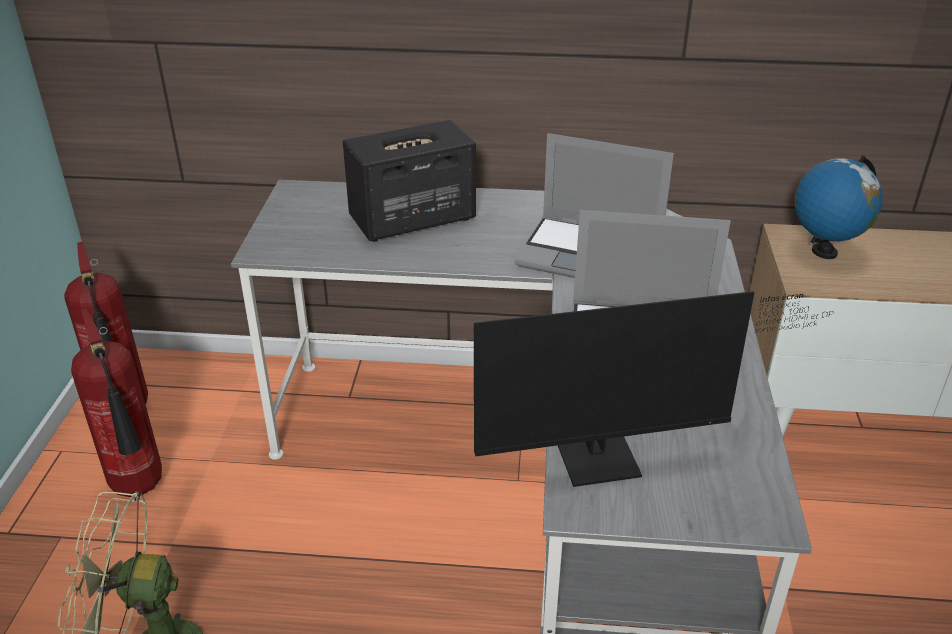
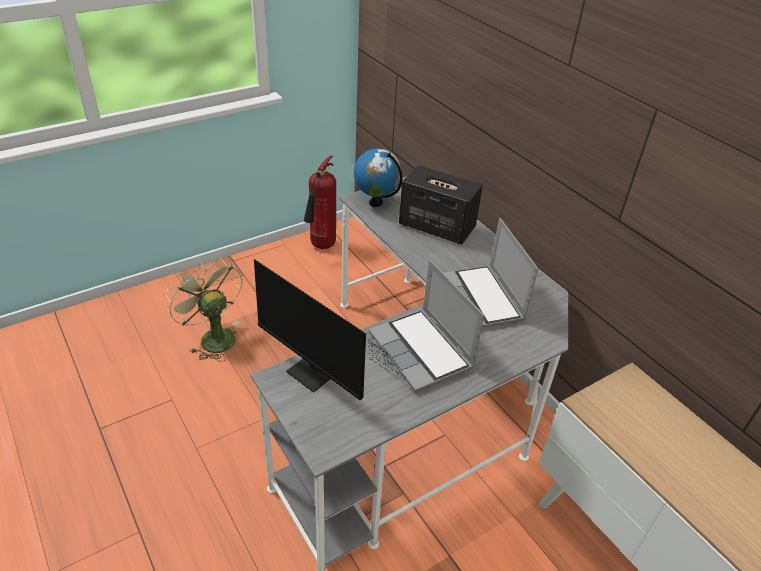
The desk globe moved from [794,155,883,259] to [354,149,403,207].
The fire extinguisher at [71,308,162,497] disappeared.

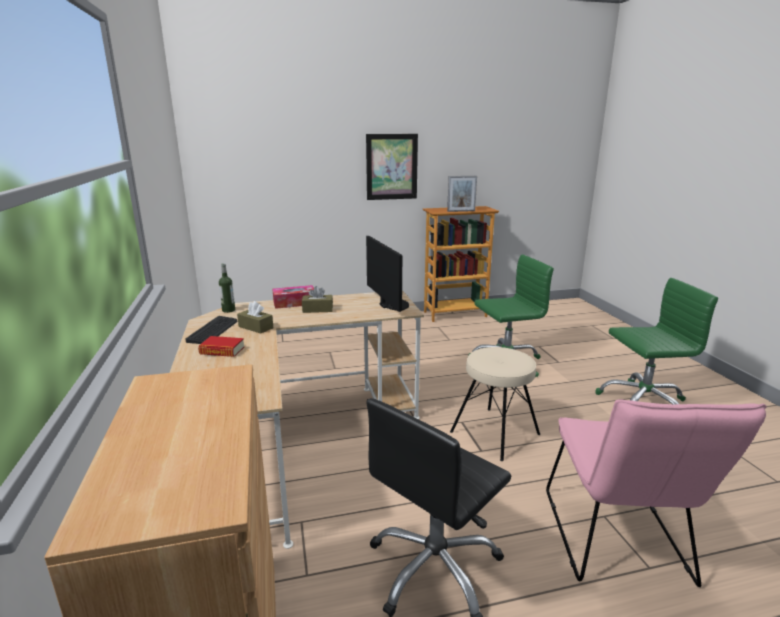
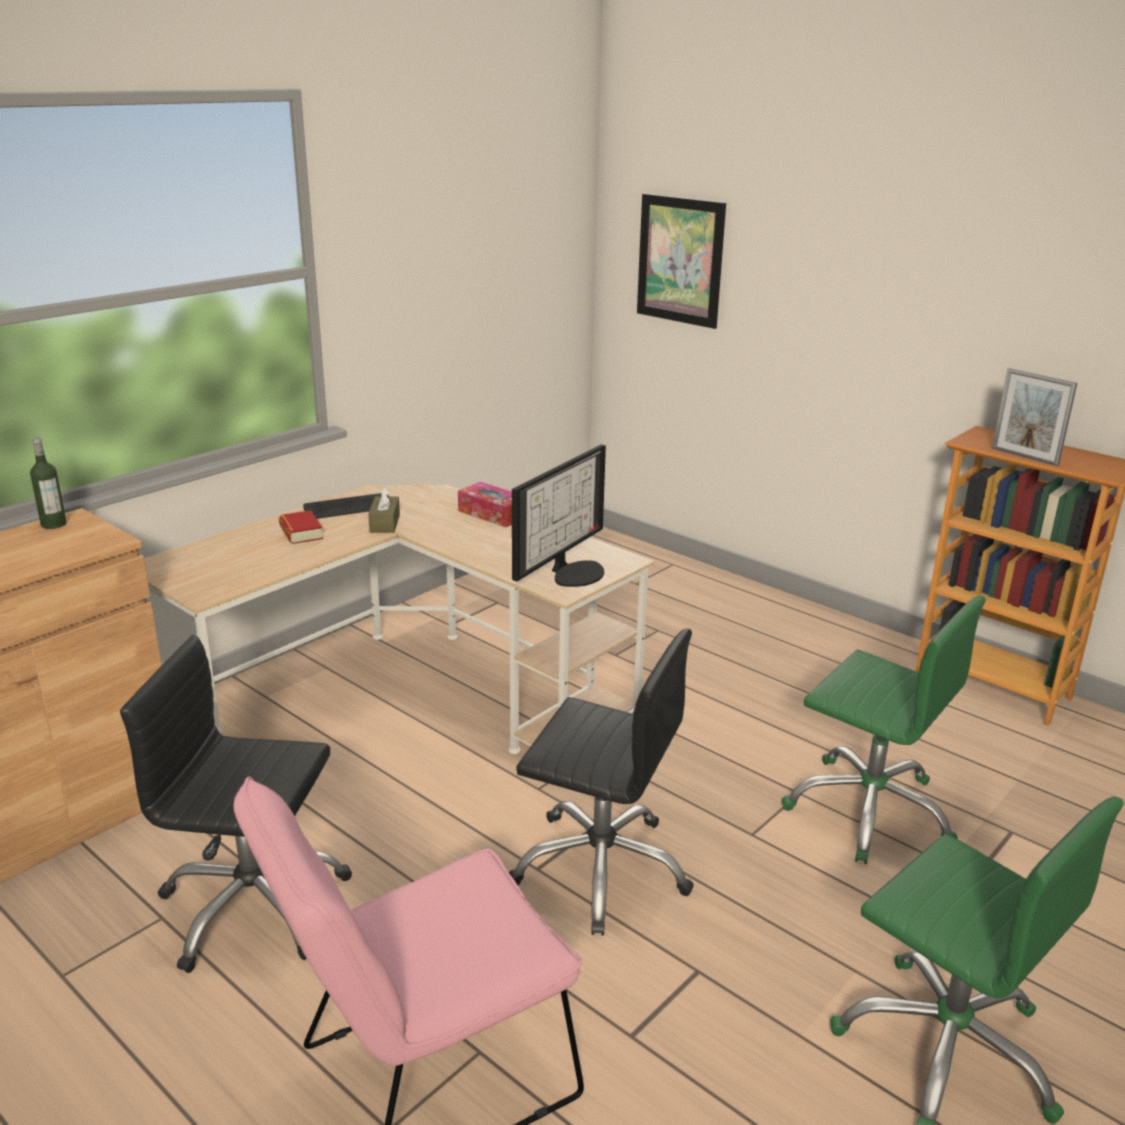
The picture moved from [366,134,418,200] to [637,194,726,329].
The bottle moved from [219,263,235,313] to [30,438,66,529].
The brown tissue holder at [302,286,333,313] disappeared.
The sand-coloured stool seat at [450,347,540,461] was replaced by the blackish office chair at [508,628,694,935].

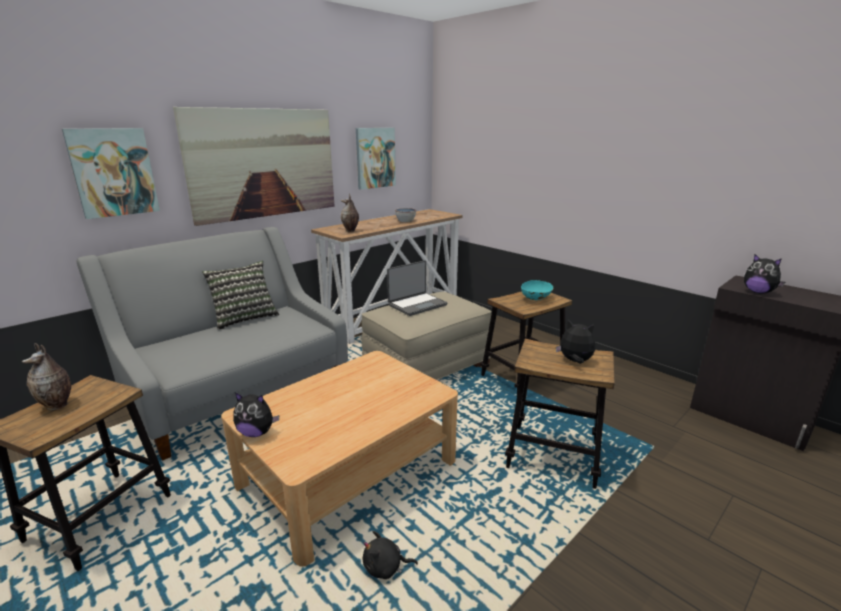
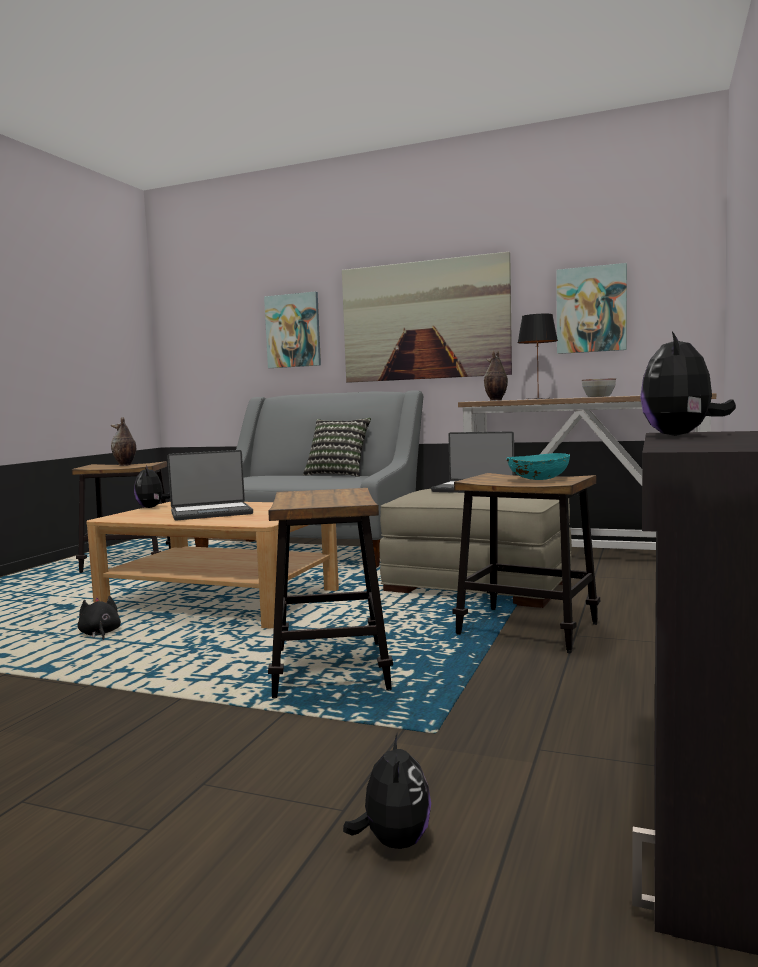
The cuddly toy moved from [556,320,595,364] to [343,732,431,849].
The blackish table lamp at [517,314,558,399] appeared.
The portable computer at [167,450,253,520] appeared.

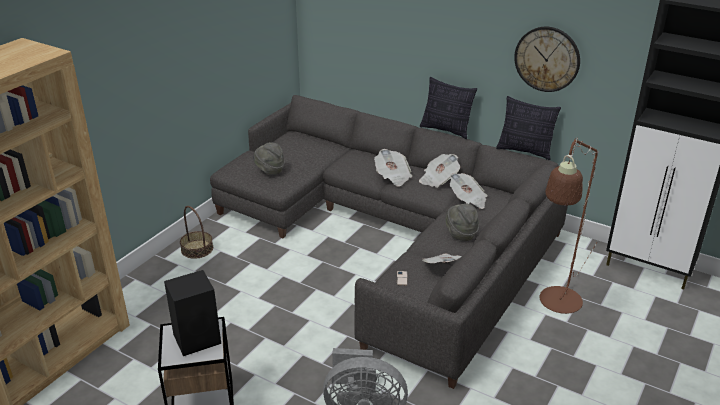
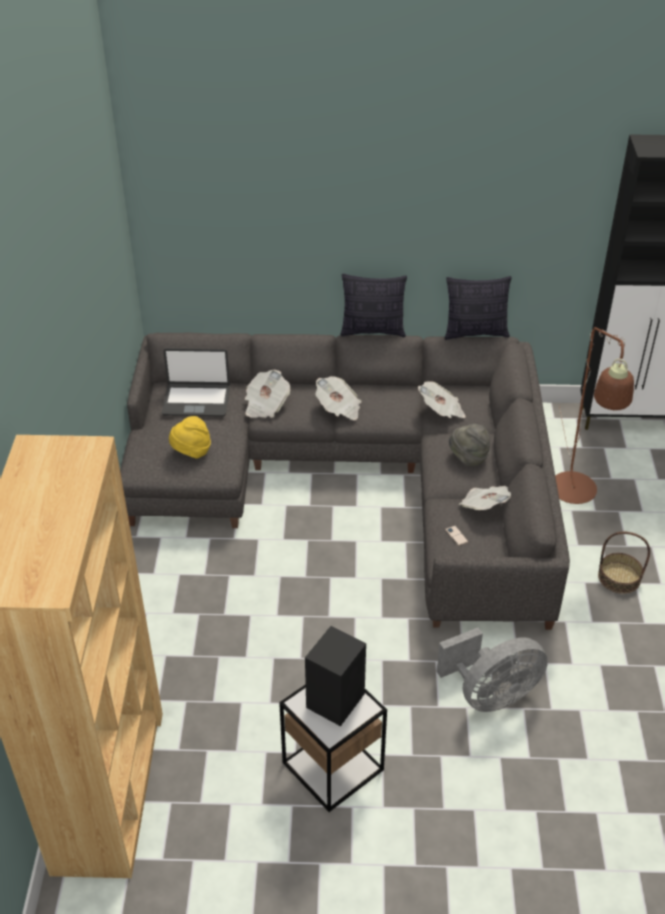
The wall clock at [514,27,580,92] disappeared.
The grey hat at [253,142,285,175] became the yellow hat at [169,416,211,459].
The printed paper moved from [419,154,460,188] to [245,370,290,418].
The storage basket moved from [180,206,213,259] to [598,531,650,594].
The portable computer at [162,348,230,417] appeared.

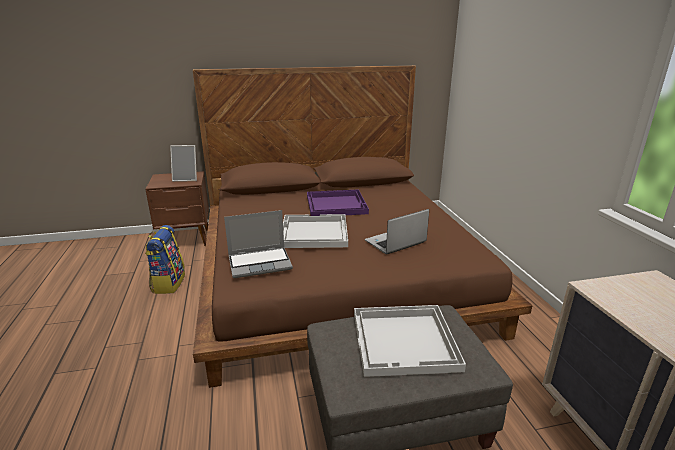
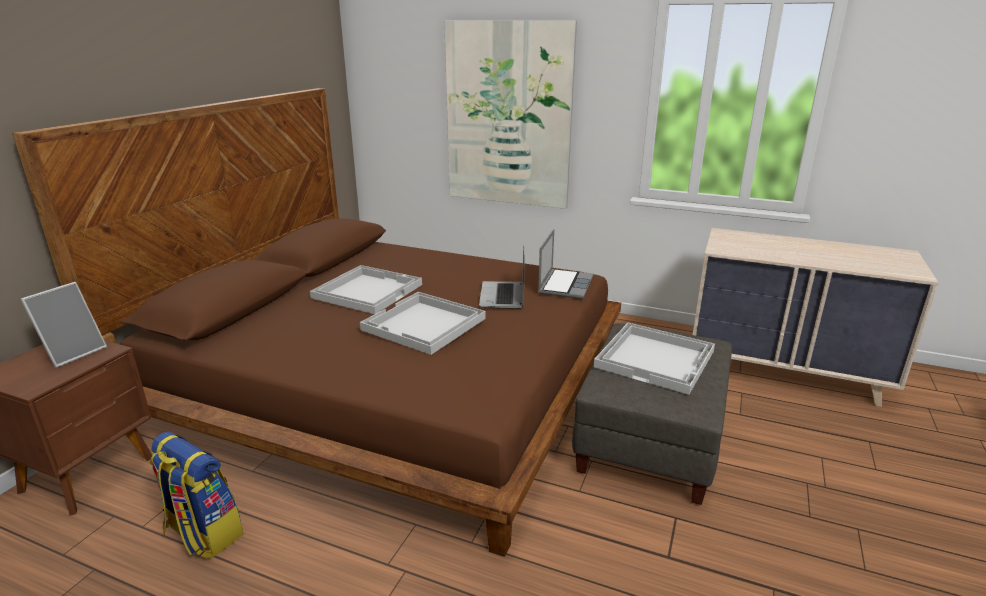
The purple carrying tray at [307,189,369,216] became the white carrying tray at [310,265,422,314].
The portable computer moved from [224,210,293,278] to [538,229,594,299].
The picture at [444,20,577,209] appeared.

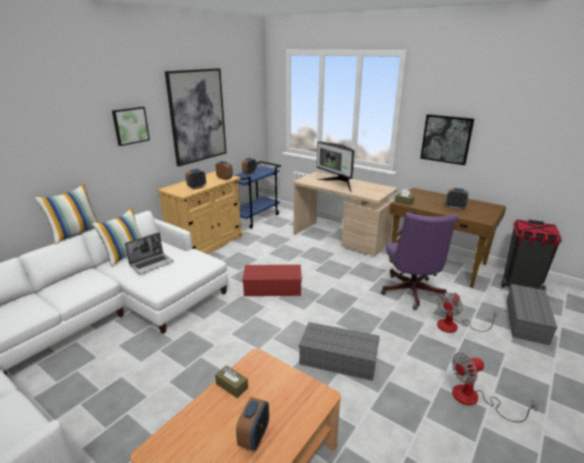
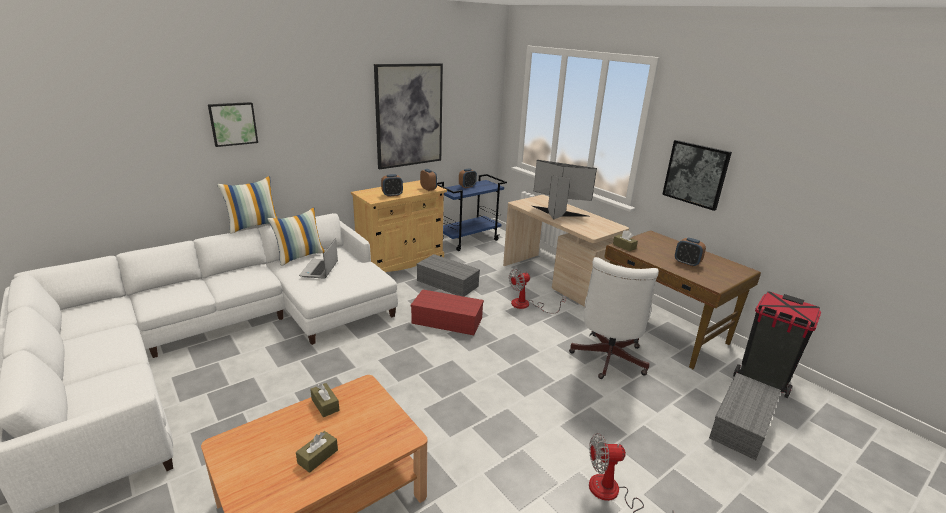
The picture moved from [112,107,150,146] to [208,102,258,147].
The monitor at [317,141,355,193] turned 135 degrees clockwise.
The purple office chair at [381,212,458,310] became the white office chair at [569,257,659,379].
The portable computer at [125,233,174,274] turned 120 degrees clockwise.
The cooling fan moved from [437,293,499,333] to [509,269,566,314].
The grey storage bin moved from [299,322,380,381] to [416,254,480,297].
The bedside clock at [236,397,269,451] was replaced by the brown tissue holder at [296,431,338,473].

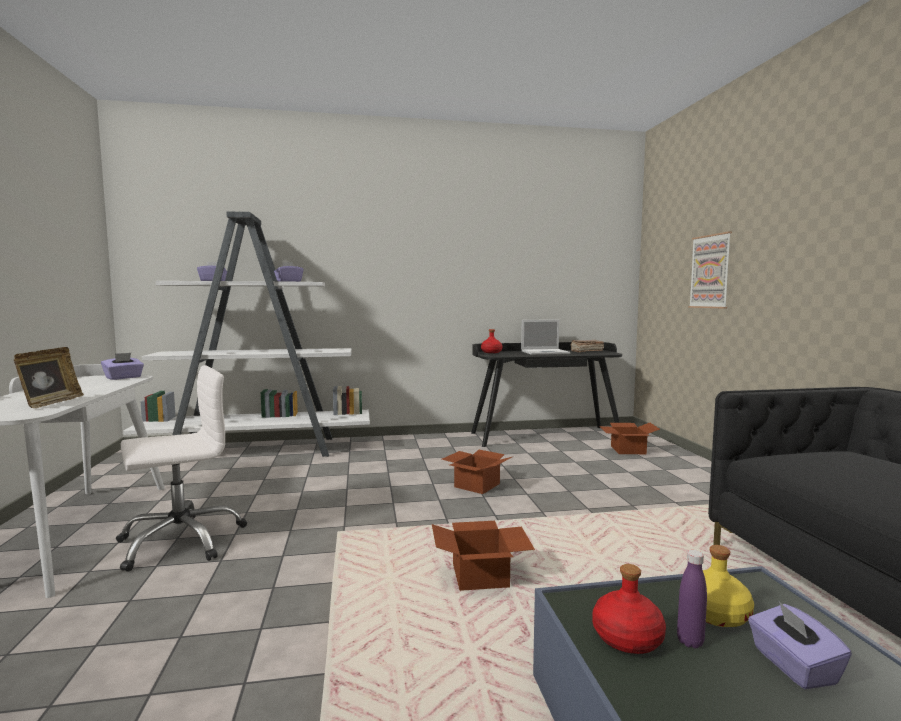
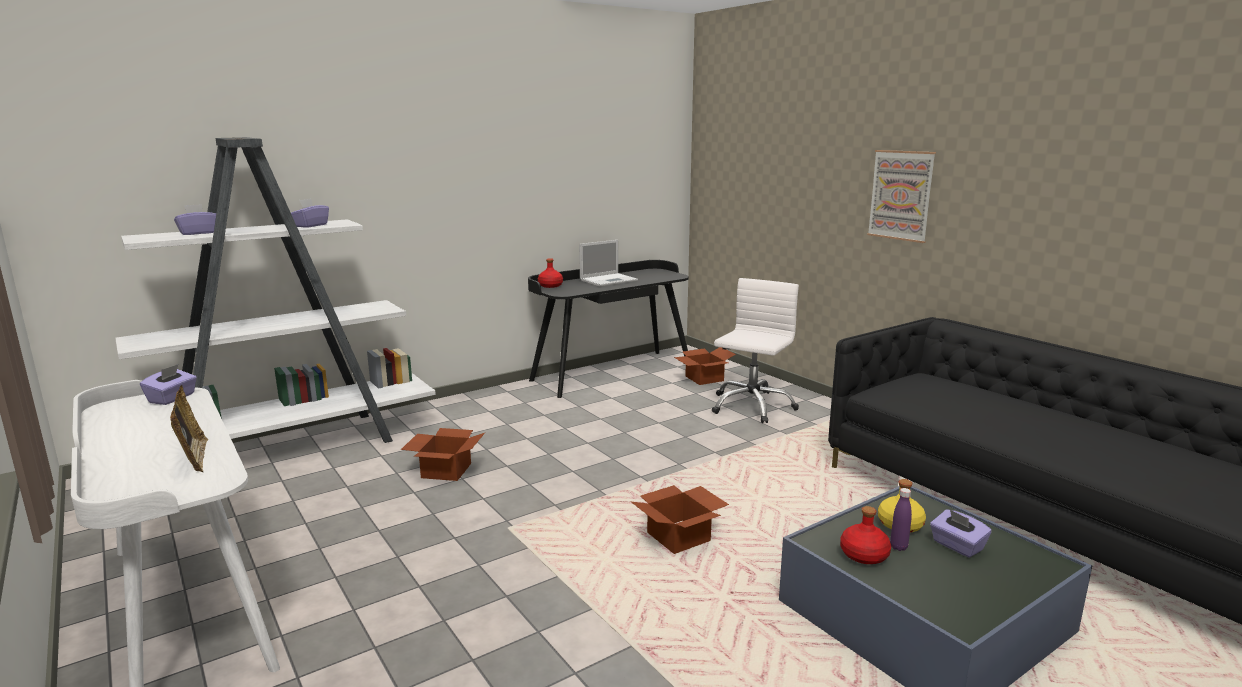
The picture moved from [688,232,732,309] to [867,150,936,243].
The brown volume at [571,340,604,352] disappeared.
The white office chair moved from [116,365,247,572] to [712,278,799,423].
The carton moved from [442,449,514,494] to [401,428,485,481].

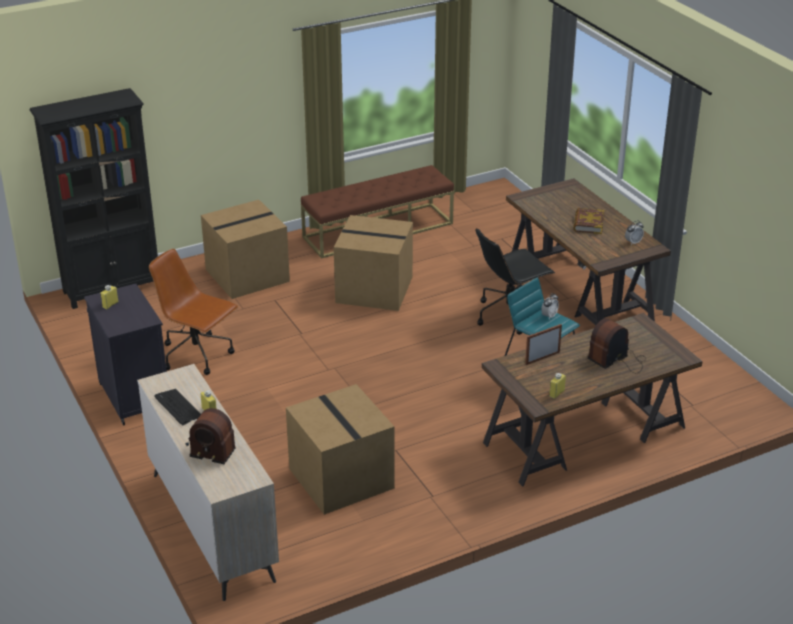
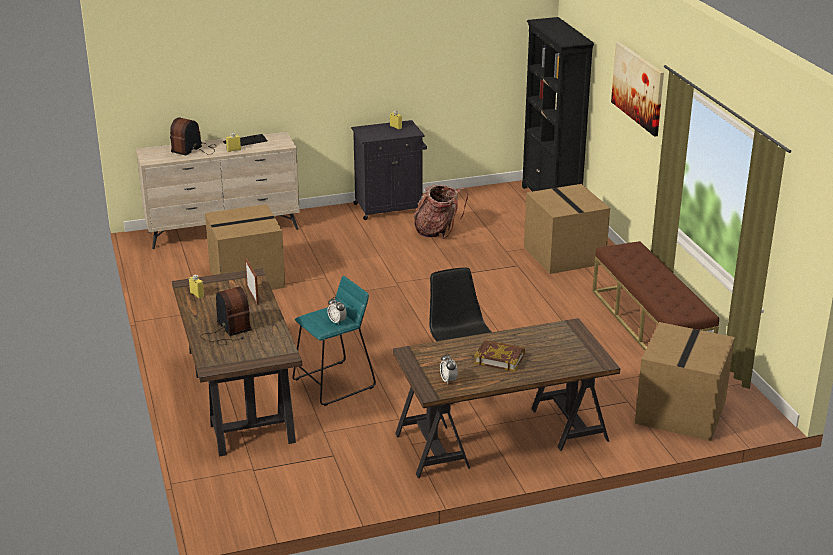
The carton moved from [334,215,413,311] to [635,322,735,441].
The brown office chair at [149,249,238,375] was replaced by the knapsack at [414,185,468,239].
The picture at [611,42,664,137] appeared.

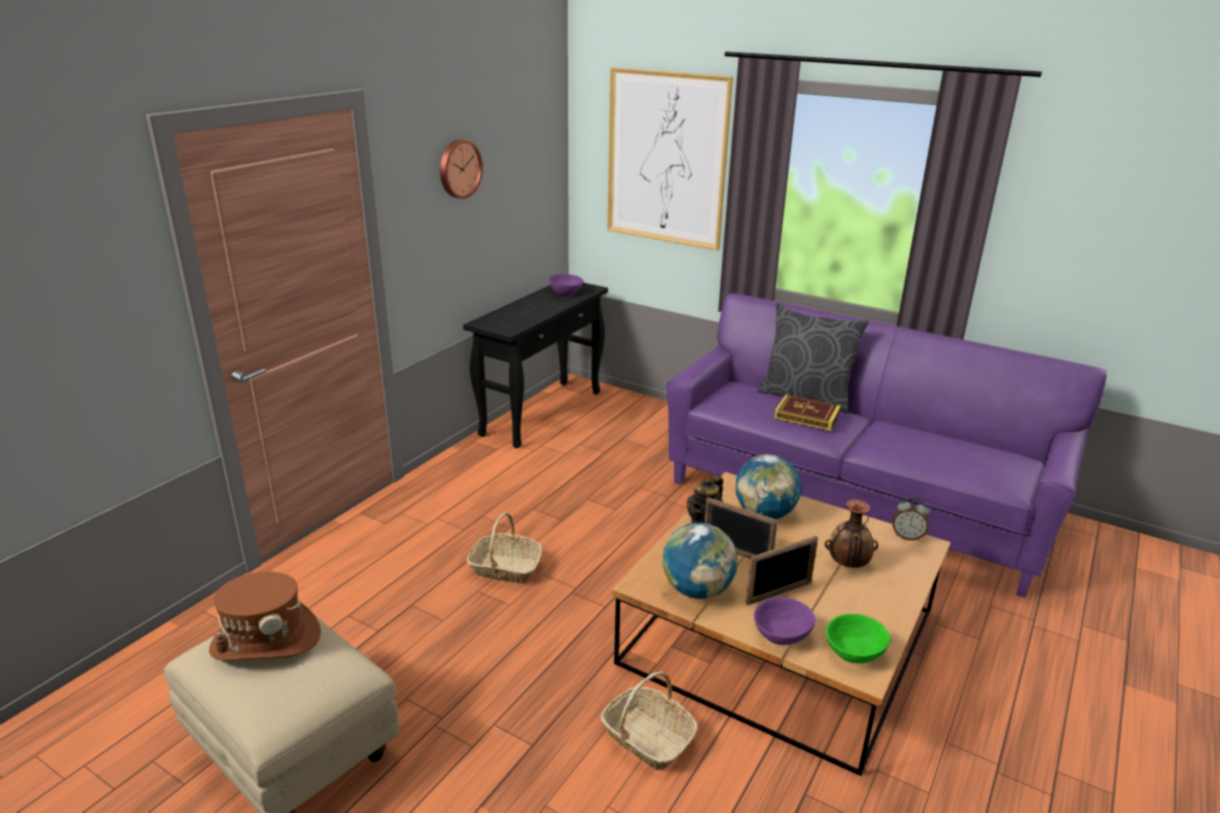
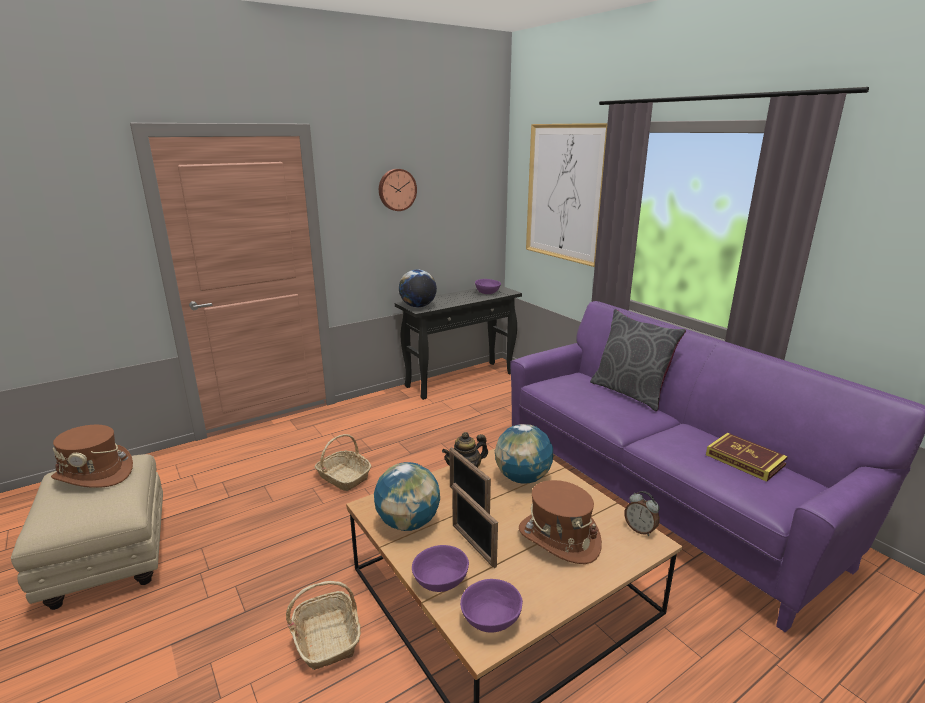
The volume moved from [774,394,841,431] to [706,433,788,482].
The flower vase at [825,499,878,568] was replaced by the brown hat at [519,480,602,564].
The photo frame at [746,536,818,605] turned 60 degrees clockwise.
The green deep dish at [826,614,891,663] became the purple deep dish at [460,579,523,633].
The desk globe at [399,269,437,308] appeared.

